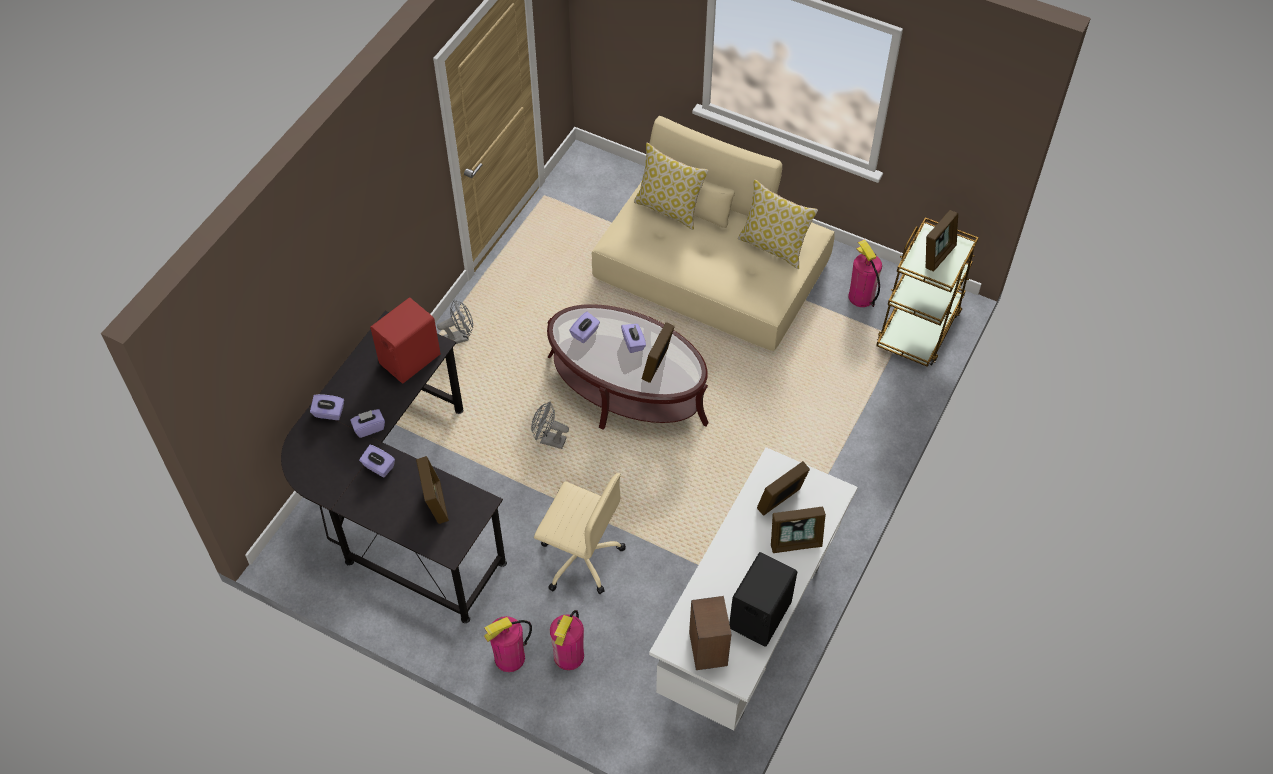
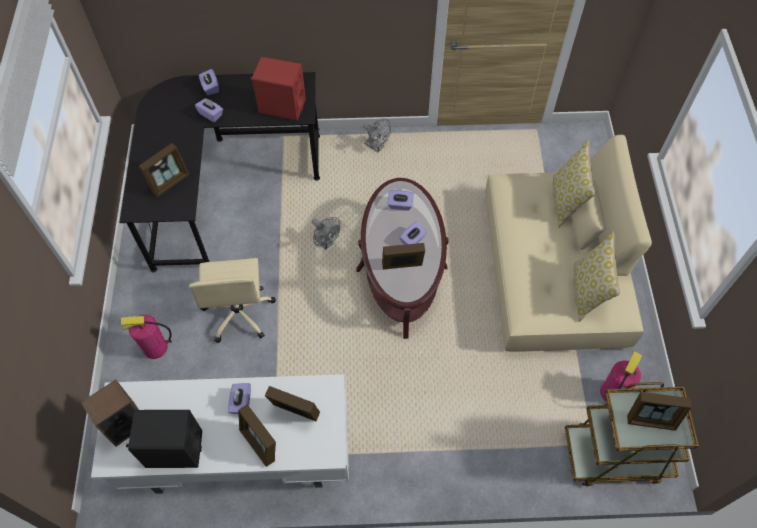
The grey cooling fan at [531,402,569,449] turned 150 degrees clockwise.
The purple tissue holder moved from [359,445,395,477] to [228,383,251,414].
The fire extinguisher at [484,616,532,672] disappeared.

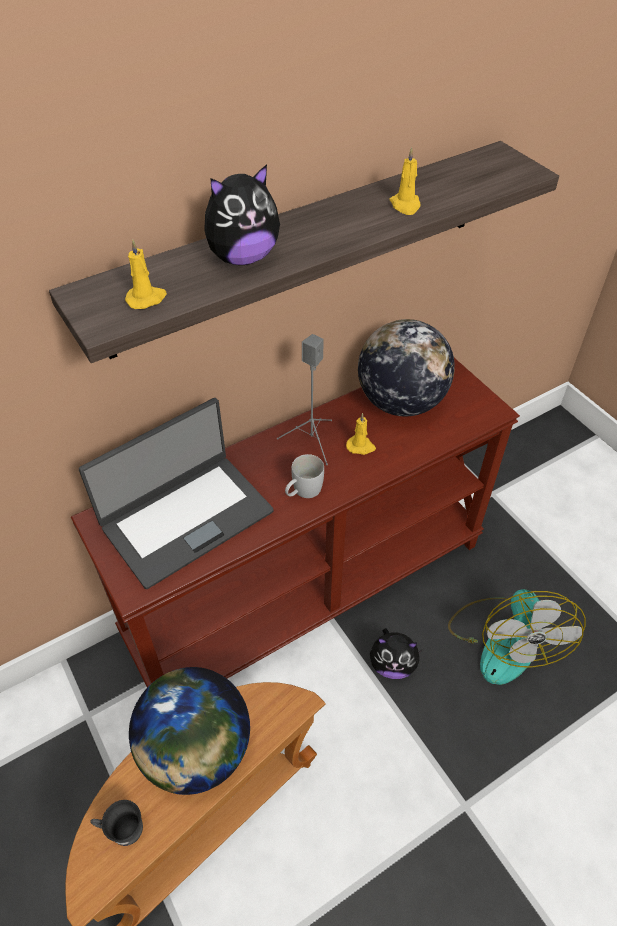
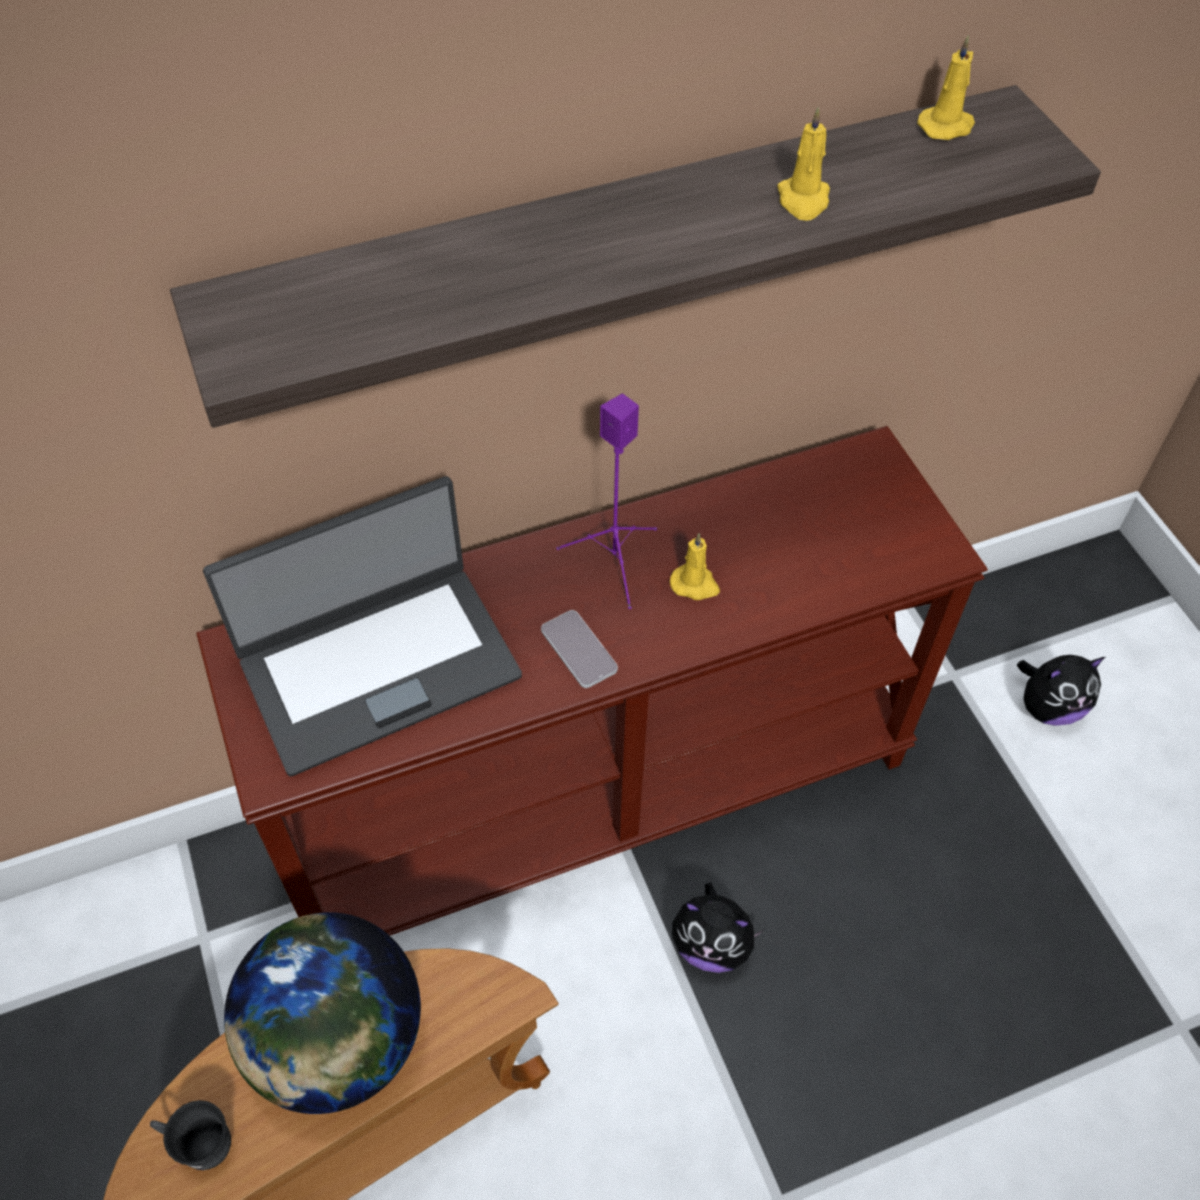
The cuddly toy moved from [204,164,280,265] to [1017,655,1105,726].
The yellow candle moved from [125,240,167,309] to [917,35,975,140].
The desk globe at [358,319,455,417] disappeared.
The grey loudspeaker at [277,334,332,465] became the purple loudspeaker at [556,394,657,609].
The white mug at [285,454,324,498] was replaced by the phone at [541,610,618,688].
The cooling fan at [448,589,586,685] disappeared.

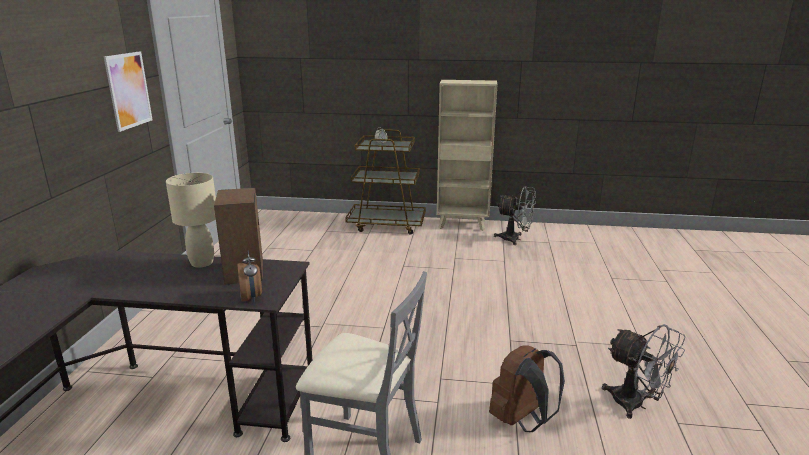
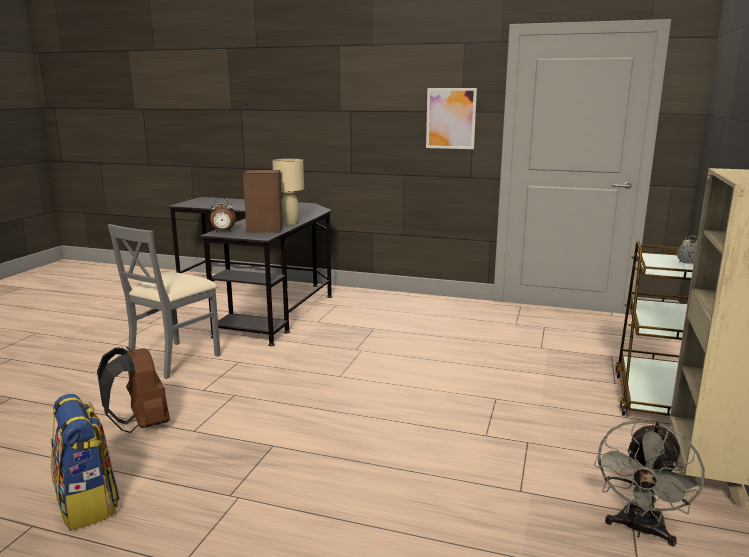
The grey cooling fan at [602,324,685,419] was replaced by the knapsack at [51,394,120,531].

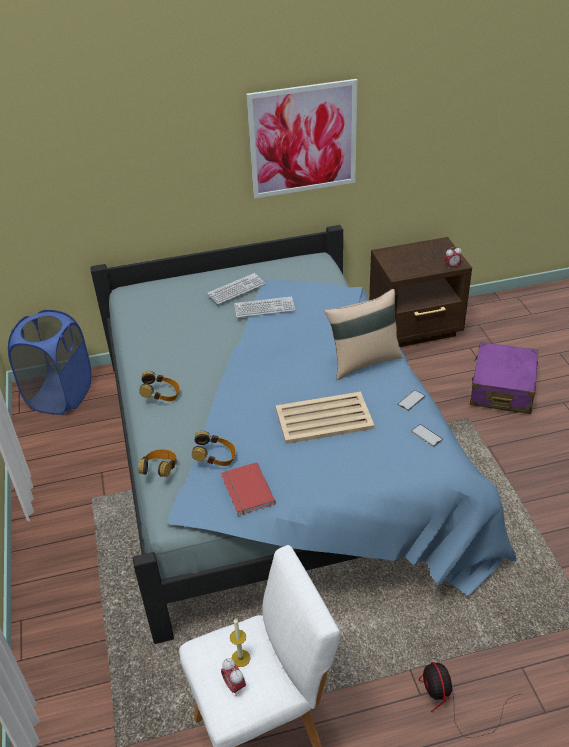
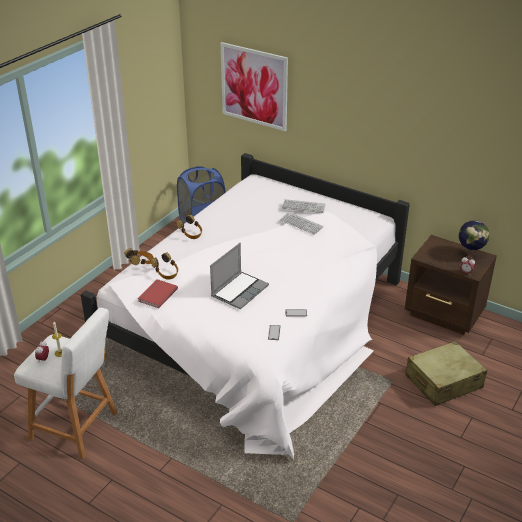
The picture moved from [246,79,358,199] to [221,42,288,131].
The bluish bedroom bed at [90,225,517,644] became the white bedroom bed at [80,153,410,460].
The sand-coloured throw pillow at [324,289,402,380] disappeared.
The purple piece of luggage at [470,342,538,414] became the sand-coloured piece of luggage at [405,341,487,406].
The sand-coloured carrying tray at [276,392,375,444] was replaced by the portable computer at [210,243,269,310].
The cooling fan at [419,662,520,738] disappeared.
The desk globe at [458,221,489,258] appeared.

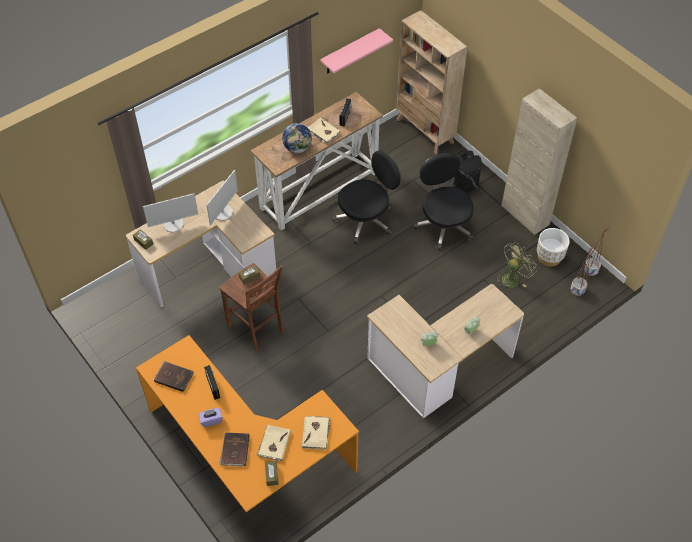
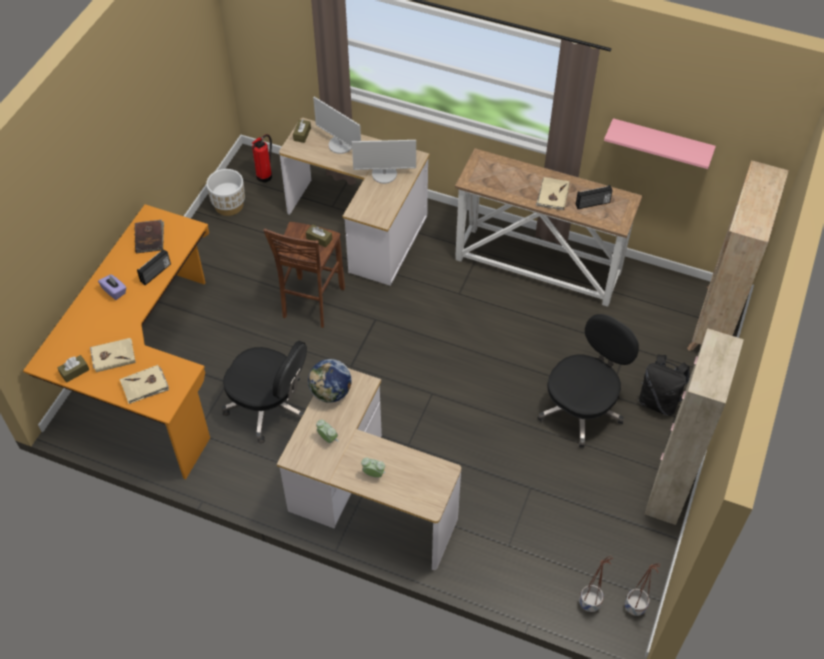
The desk globe moved from [282,123,312,153] to [308,359,352,403].
The blackish office chair moved from [333,150,401,244] to [221,340,307,443].
The white plant pot moved from [537,228,570,266] to [206,169,245,216].
The green cooling fan at [496,242,537,288] disappeared.
The brown volume at [219,433,249,466] disappeared.
The fire extinguisher at [252,134,272,183] appeared.

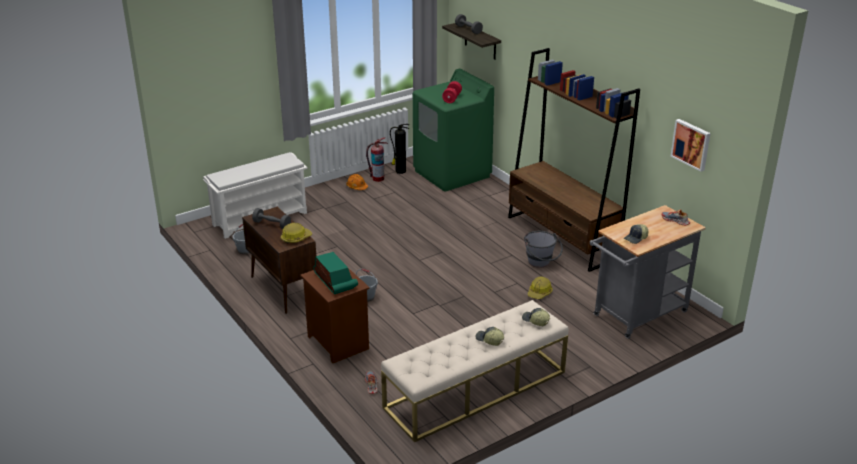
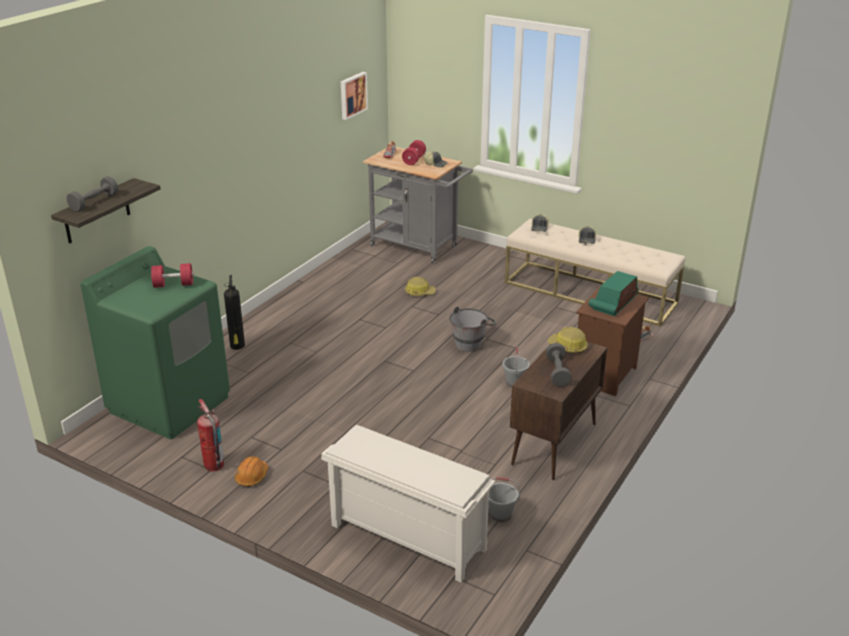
The brown bookshelf at [508,48,640,272] disappeared.
The fire extinguisher moved from [390,124,409,174] to [224,275,245,350].
The grey bucket moved from [524,231,563,268] to [449,307,496,352].
The reddish free weight at [402,140,426,165] appeared.

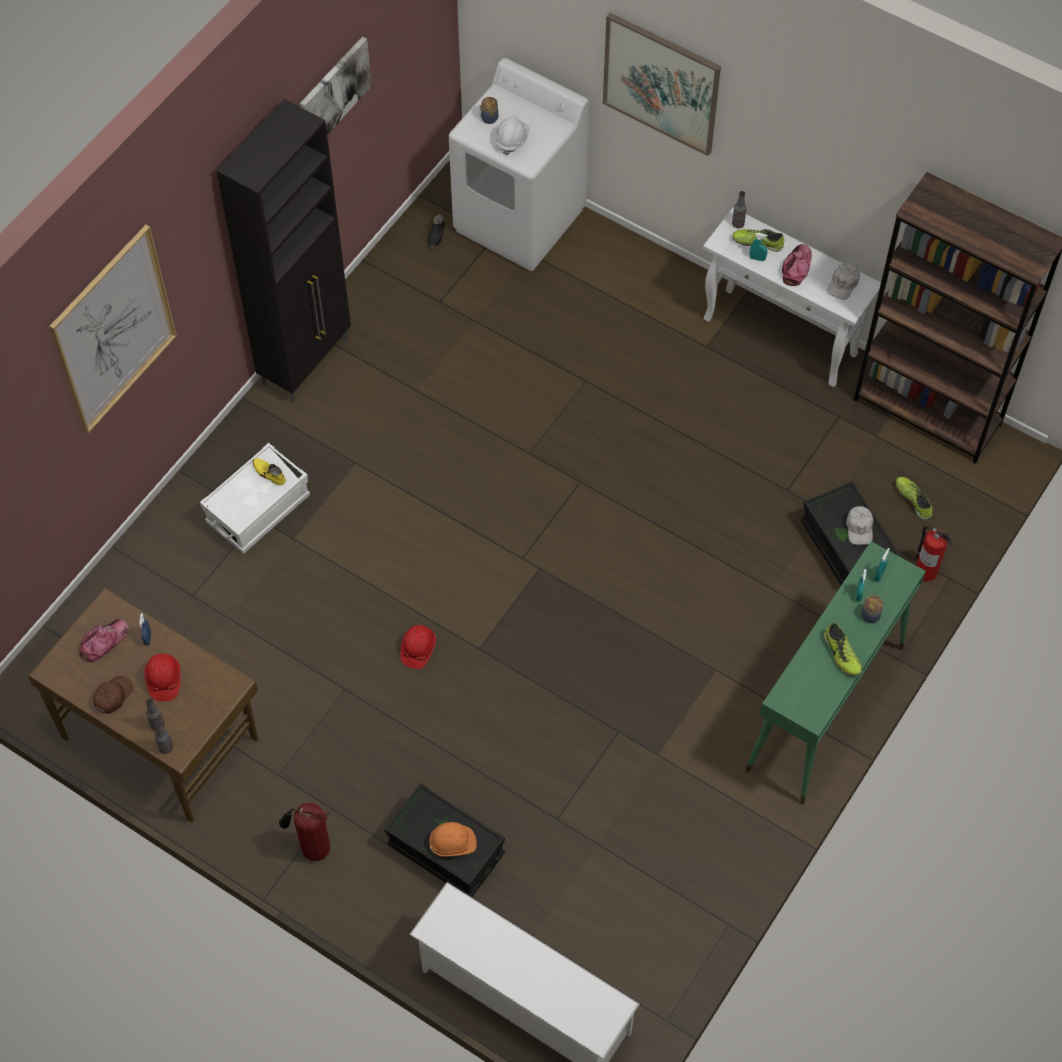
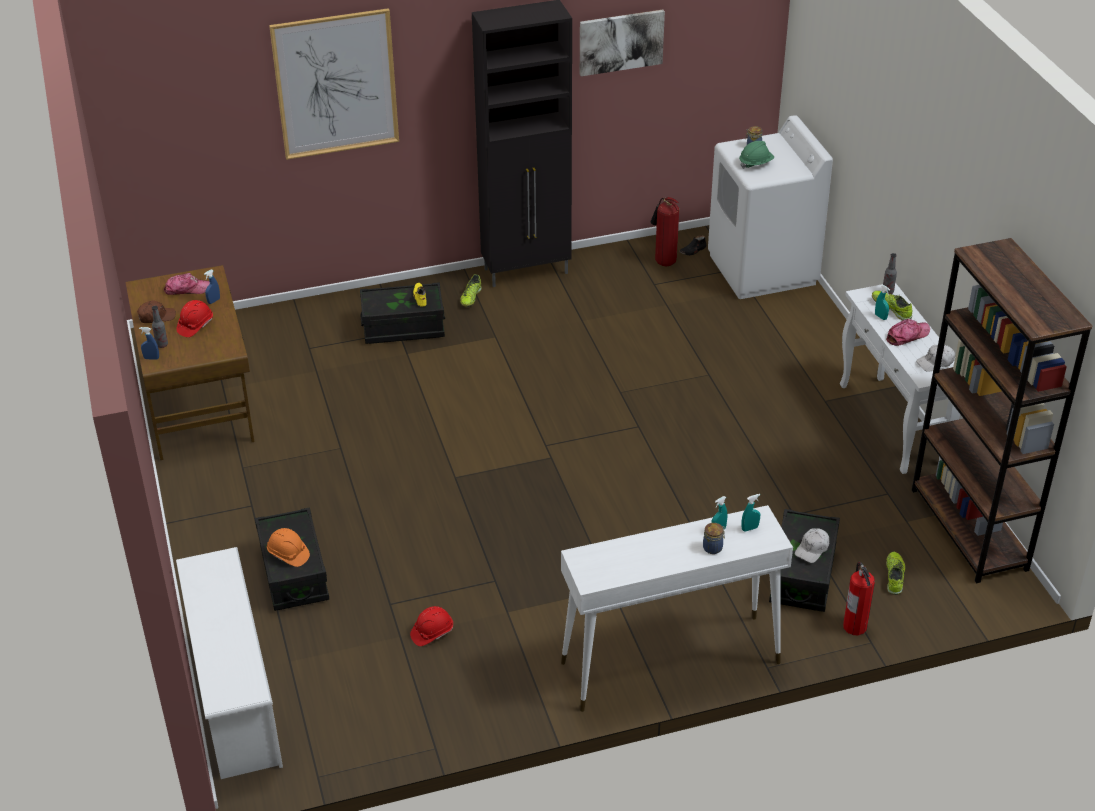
The picture at [603,13,721,156] disappeared.
The white safety helmet at [495,116,529,155] became the green safety helmet at [739,141,774,168].
The white storage bin at [200,443,310,554] became the blackish storage bin at [360,282,445,344].
The green hall table at [745,541,926,805] became the white hall table at [561,505,793,712].
The low shoe moved from [823,623,862,676] to [460,274,482,307].
The reddish safety helmet moved from [400,625,436,669] to [410,606,453,646].
The bottle at [154,721,173,754] was replaced by the bluish hand sprayer at [139,327,159,360].
The fire extinguisher moved from [279,803,330,861] to [651,197,679,266].

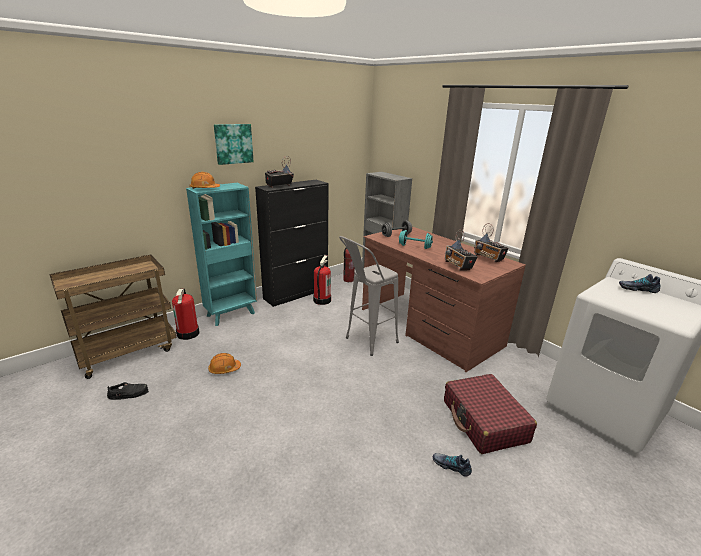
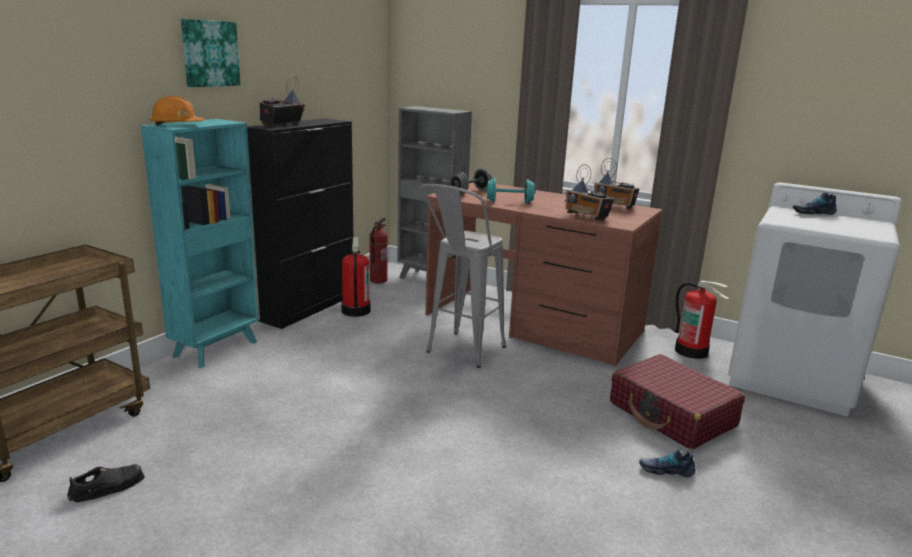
The fire extinguisher moved from [172,288,199,340] to [675,281,729,359].
The orangey safety helmet at [208,353,241,374] disappeared.

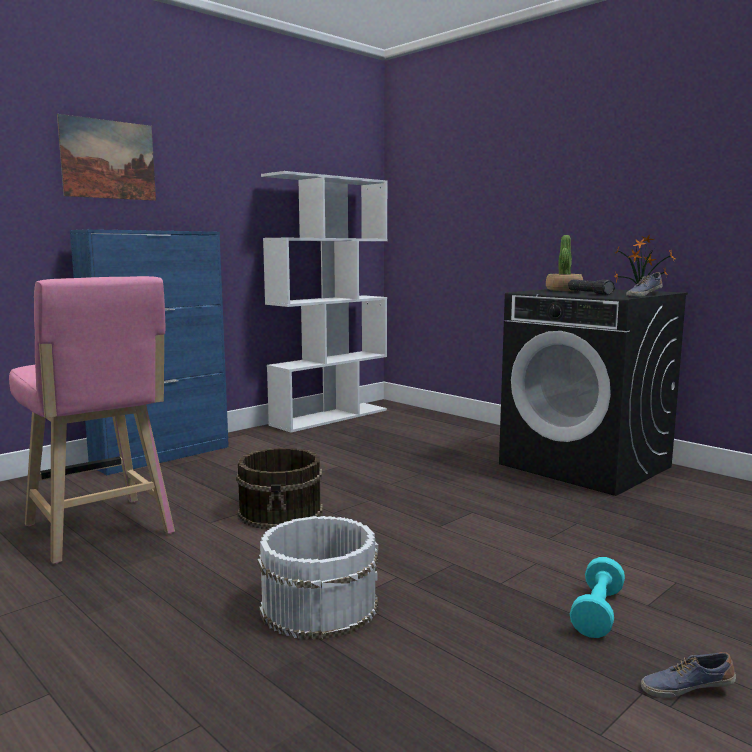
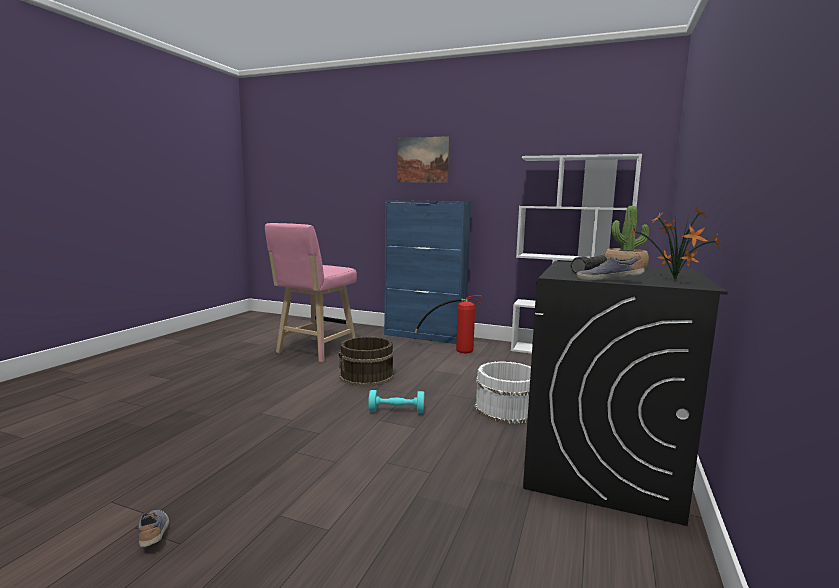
The white bucket moved from [258,516,378,640] to [475,361,531,424].
The blue-green free weight moved from [570,557,625,638] to [368,390,424,413].
The fire extinguisher at [415,295,482,353] appeared.

